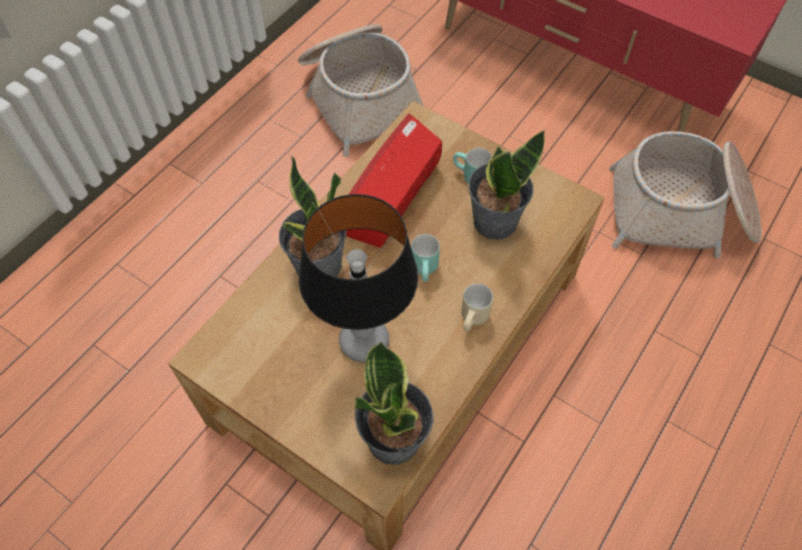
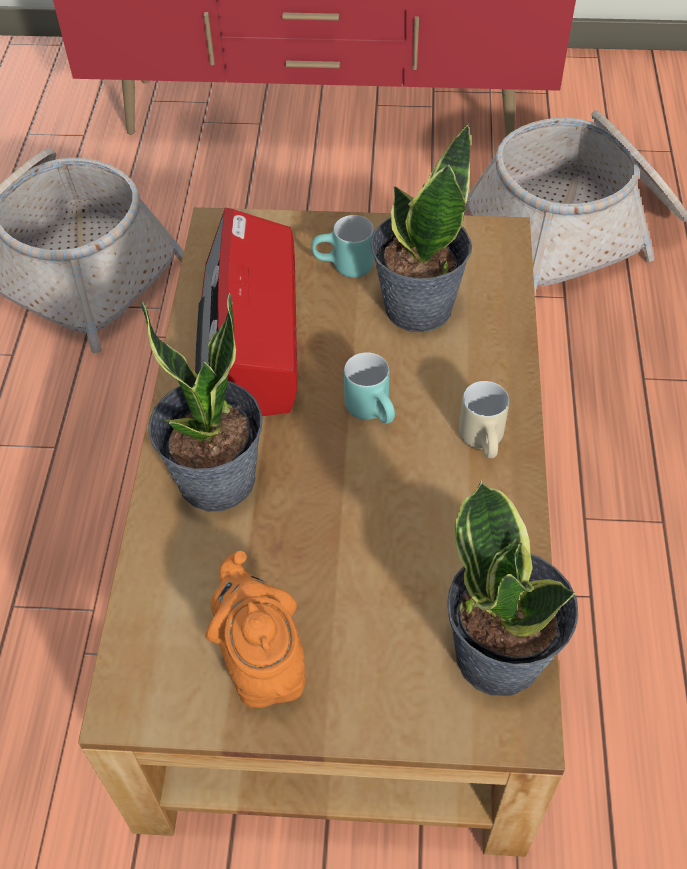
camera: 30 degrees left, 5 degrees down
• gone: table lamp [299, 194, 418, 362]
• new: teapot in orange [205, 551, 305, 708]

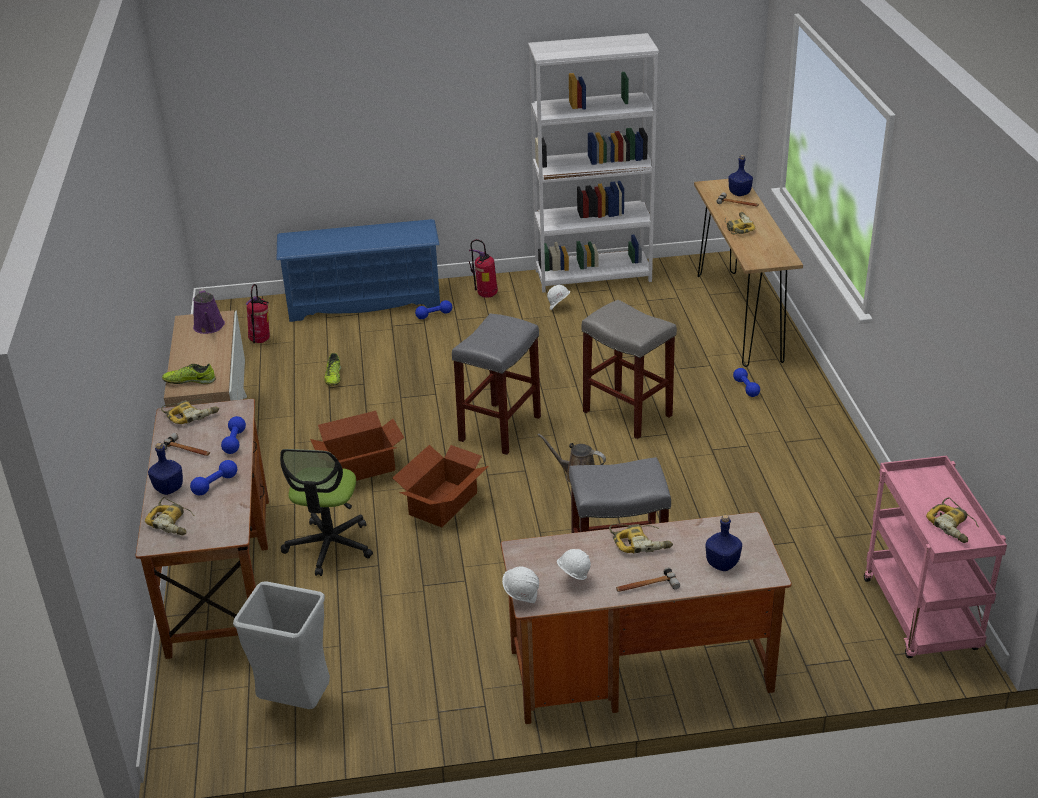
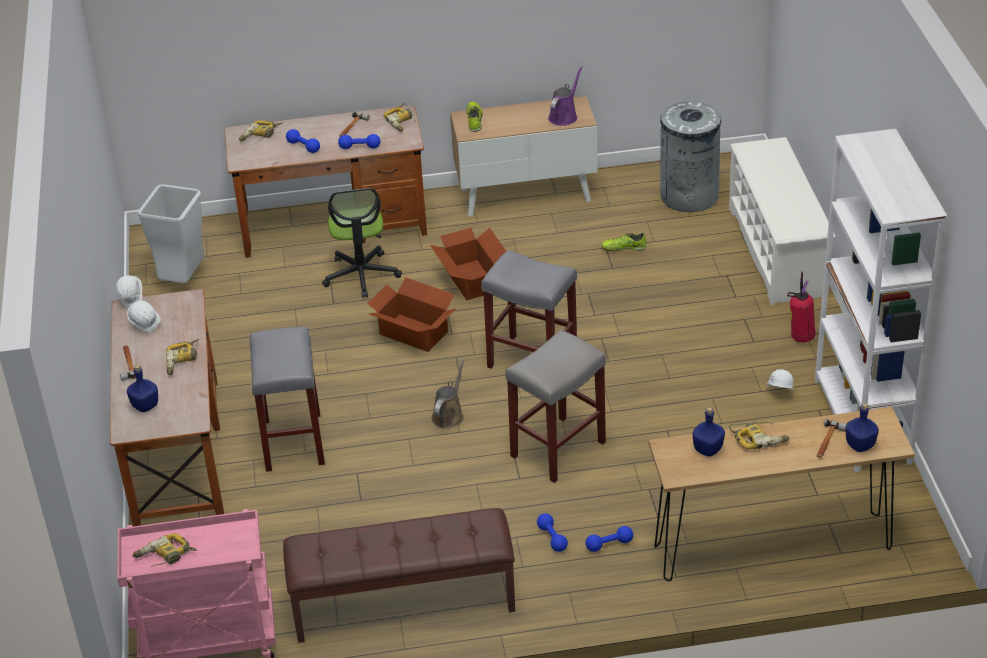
camera: 90 degrees right, 5 degrees up
• repainted: shoe rack in blue [277, 219, 440, 322] to shoe rack in white [729, 137, 835, 306]
• swapped: fire extinguisher [246, 284, 270, 343] to trash can in grey [660, 101, 721, 212]
• rotated: watering can in purple [193, 288, 225, 334] = [548, 67, 582, 126] 135 degrees clockwise
• shifted: dumbbell in blue [415, 300, 452, 319] to [537, 513, 568, 552]
• shifted: bottle in blue [148, 443, 183, 495] to [692, 407, 725, 456]
• rotated: office chair [280, 449, 373, 576] = [322, 188, 402, 298] 105 degrees counterclockwise
• new: bench in brown [283, 508, 515, 643]

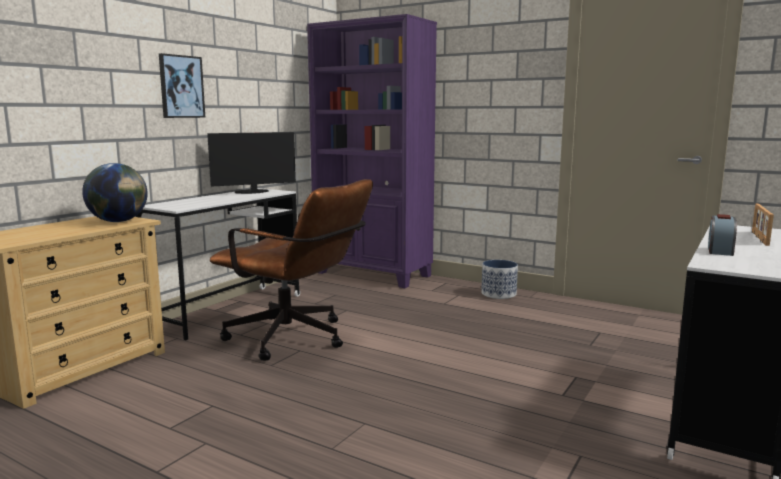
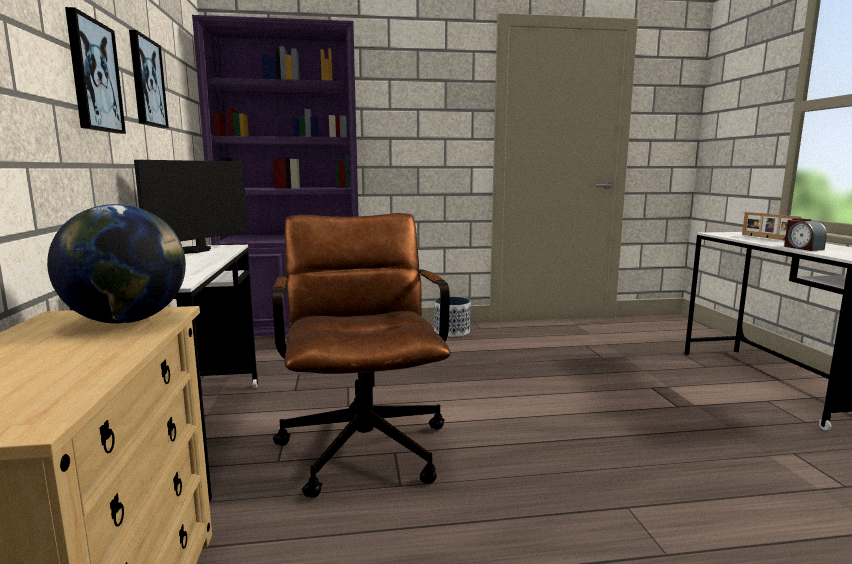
camera: 40 degrees left, 0 degrees up
• rotated: office chair in brown [210, 179, 373, 361] = [272, 213, 451, 498] 90 degrees counterclockwise
• new: picture [129, 30, 169, 128]

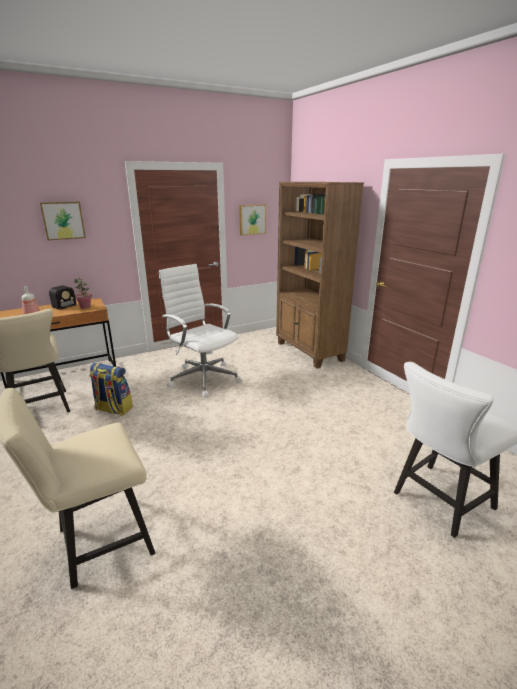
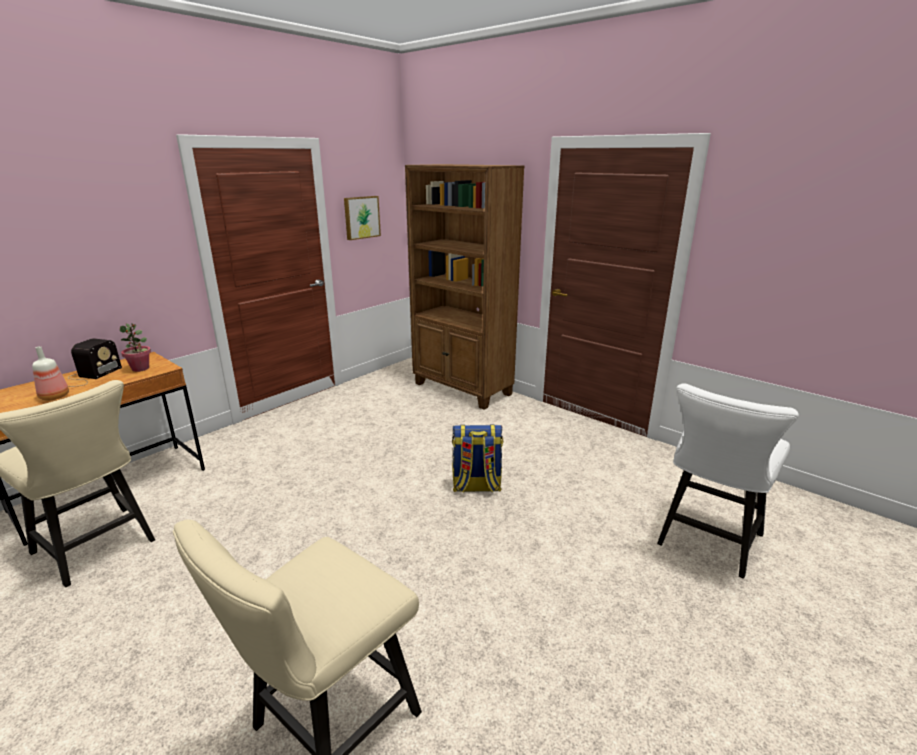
camera: 20 degrees left, 0 degrees up
• gone: picture [40, 202, 86, 240]
• gone: office chair in white [159, 264, 242, 398]
• shifted: backpack [89, 363, 133, 416] to [452, 425, 503, 493]

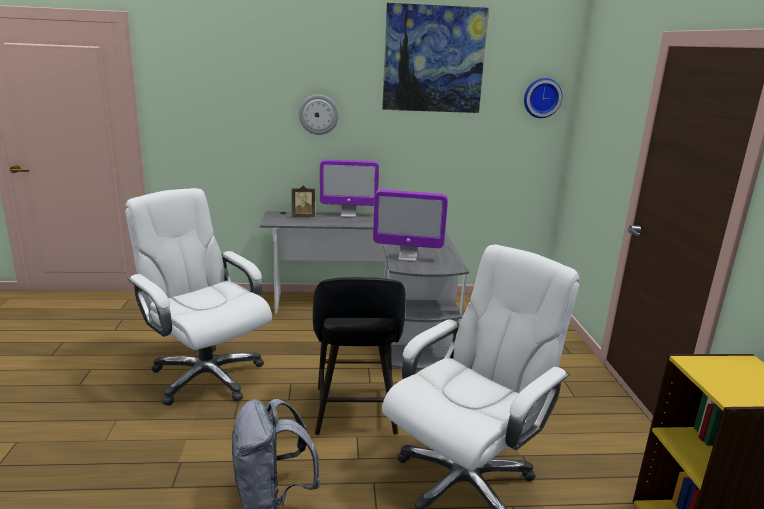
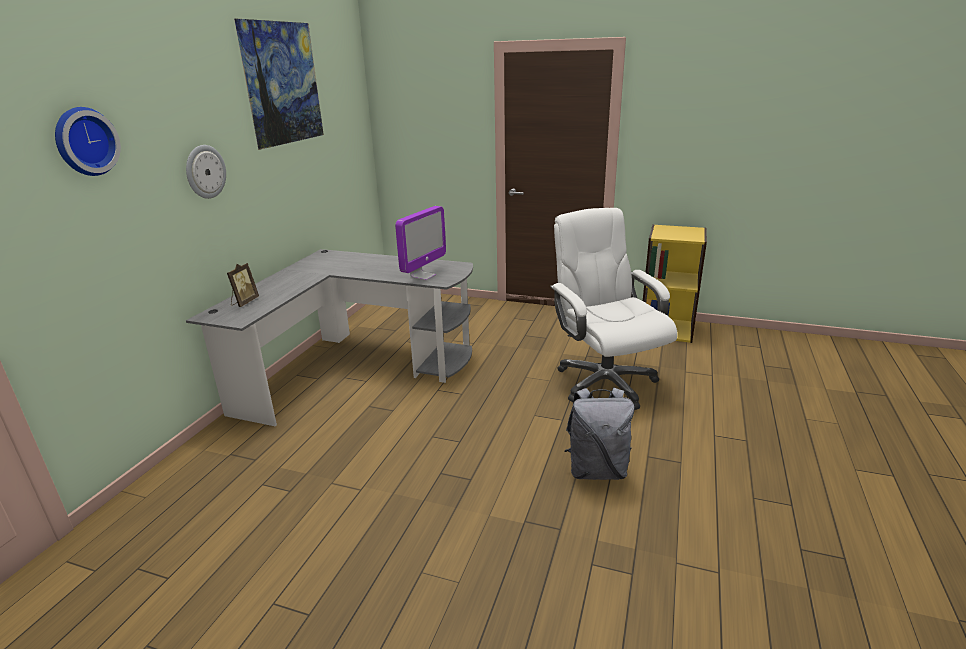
camera: 65 degrees left, 5 degrees up
• shifted: wall clock [524, 78, 562, 118] to [55, 107, 121, 176]
• gone: monitor [320, 160, 379, 217]
• gone: office chair in white [125, 188, 272, 406]
• gone: stool in black [313, 277, 406, 435]

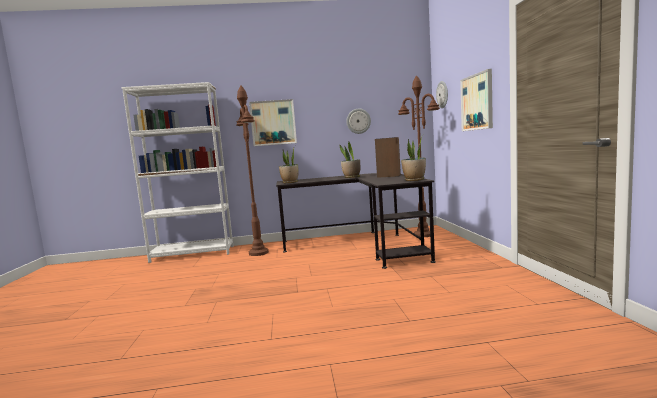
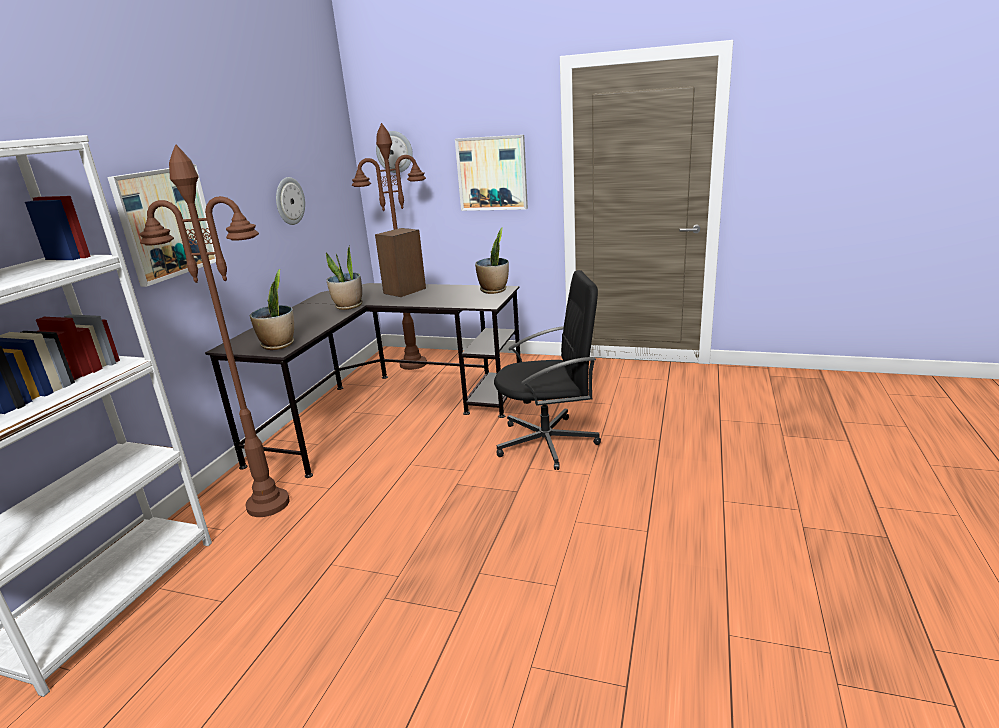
camera: 65 degrees left, 15 degrees up
• new: office chair in black [494, 270, 601, 470]

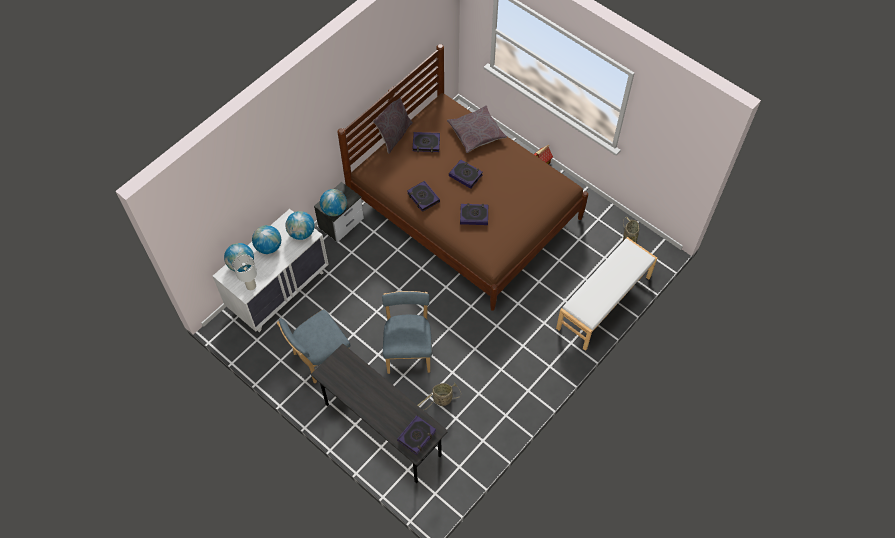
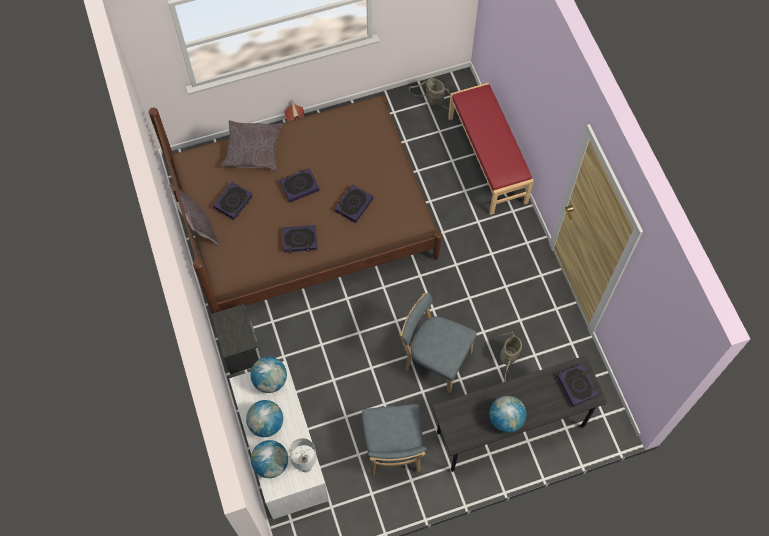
camera: 60 degrees left, 5 degrees up
• shifted: globe [320, 189, 347, 216] to [489, 396, 526, 433]
• repainted: bench in white [556, 237, 657, 351] to bench in red [448, 83, 534, 215]

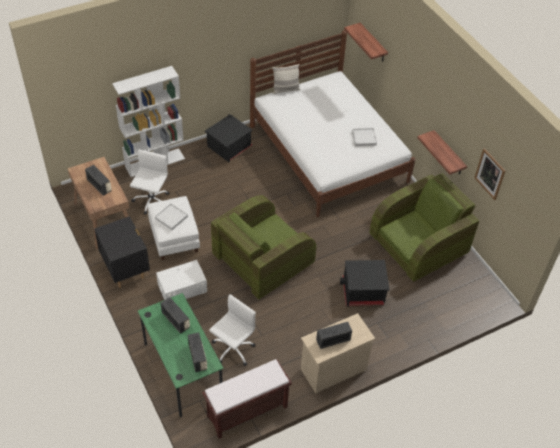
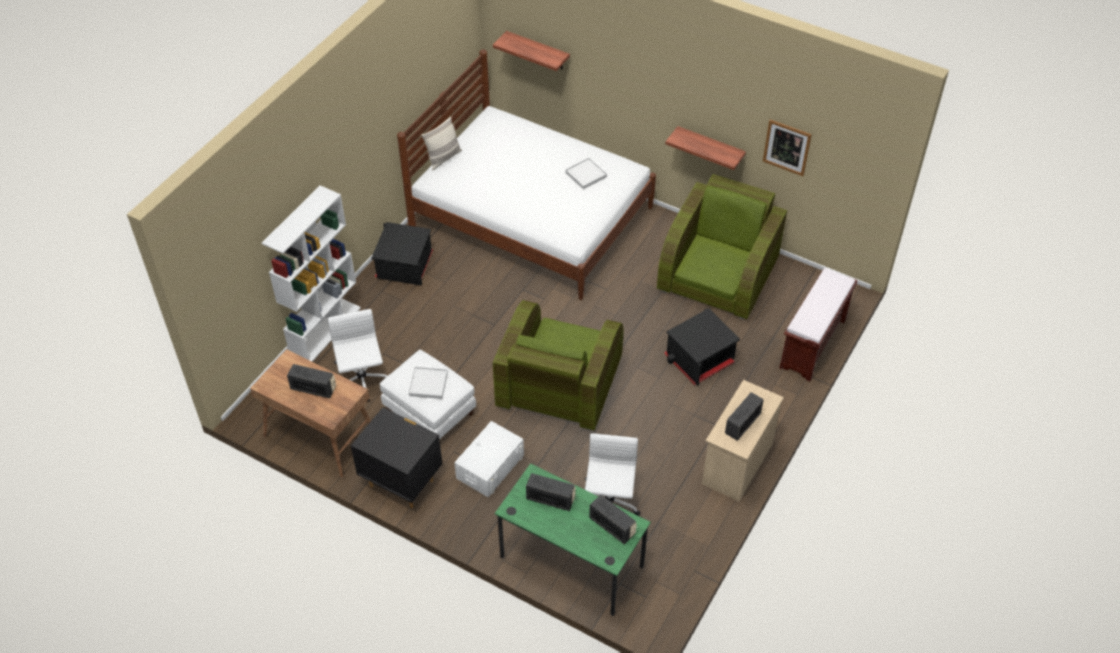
camera: 30 degrees left, 0 degrees up
• shifted: bench in brown [202, 359, 292, 439] to [779, 268, 858, 382]

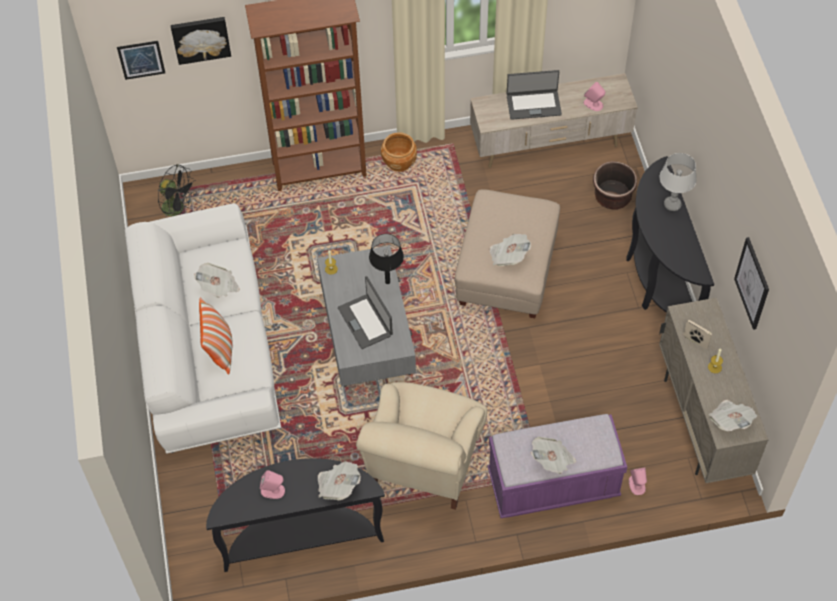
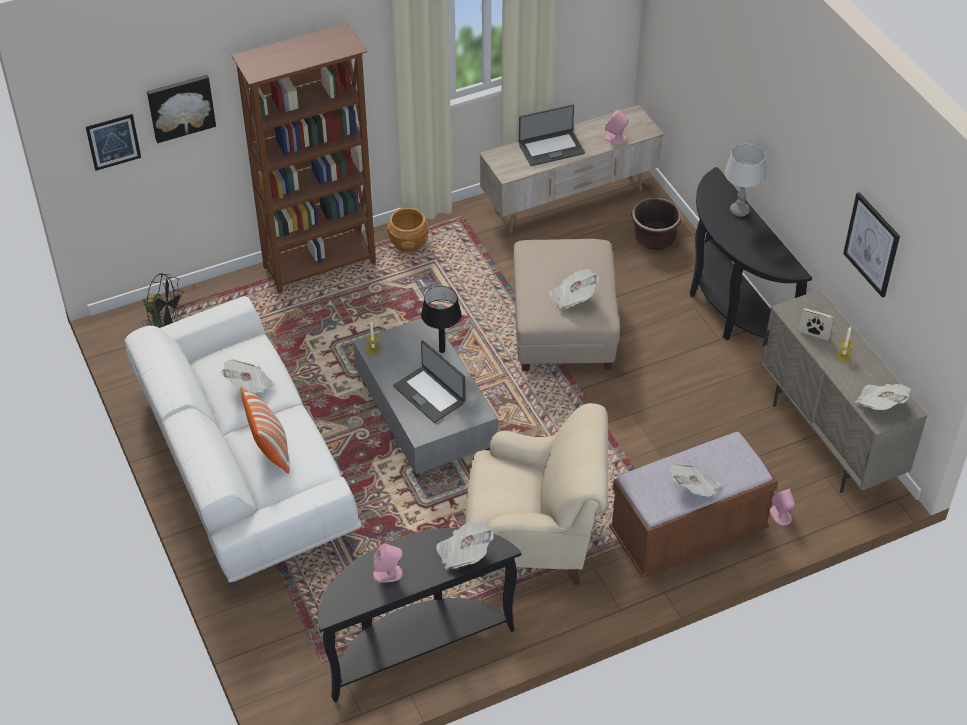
camera: 15 degrees left, 10 degrees down
• rotated: armchair in beige [356, 382, 487, 510] = [465, 403, 608, 585] 90 degrees counterclockwise
• repainted: bench in purple [488, 414, 627, 518] to bench in brown [609, 432, 778, 577]

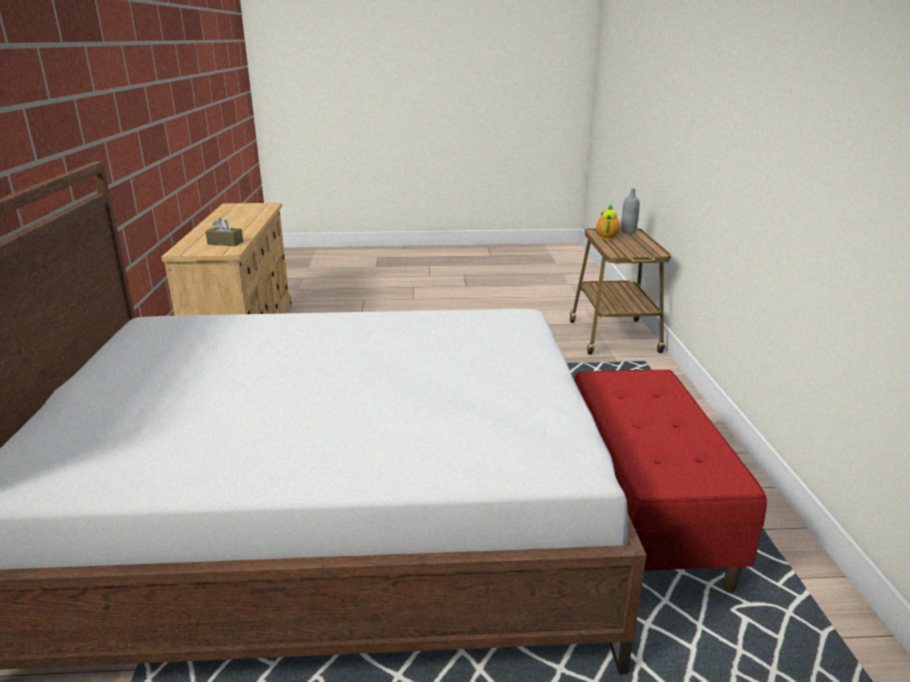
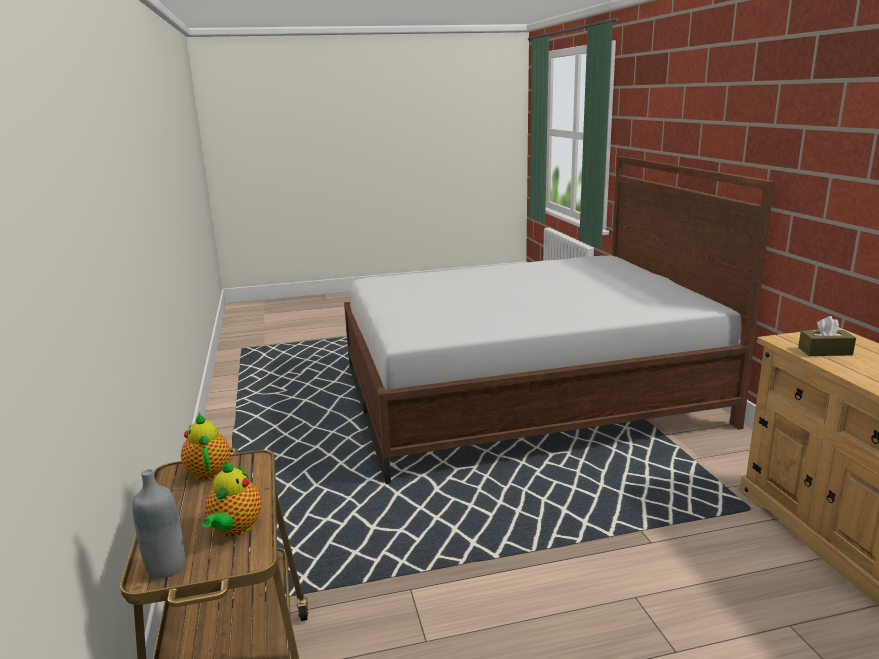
camera: 170 degrees right, 5 degrees down
• gone: bench in red [574, 370, 767, 593]
• new: teapot [181, 412, 230, 480]

